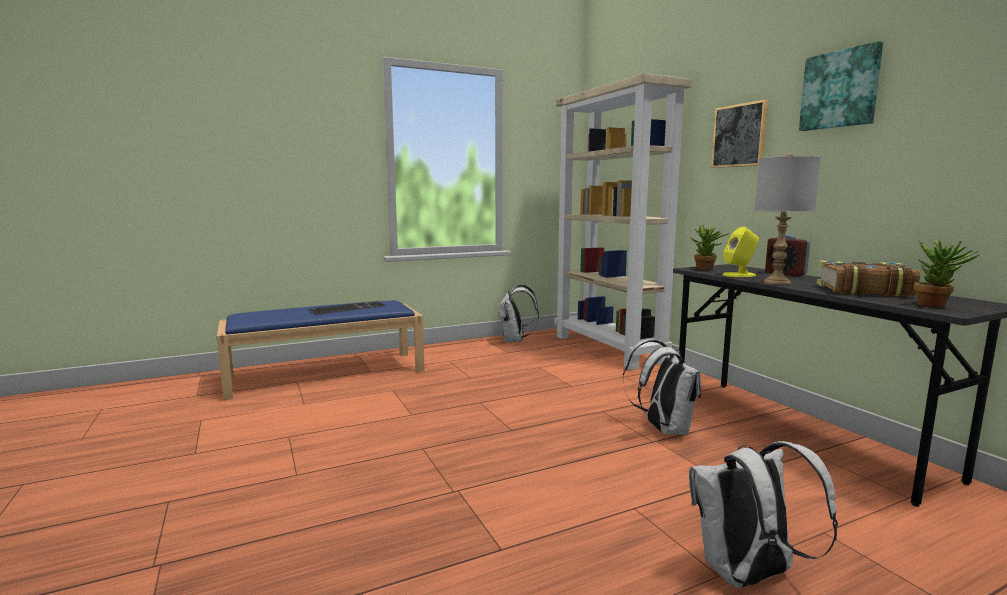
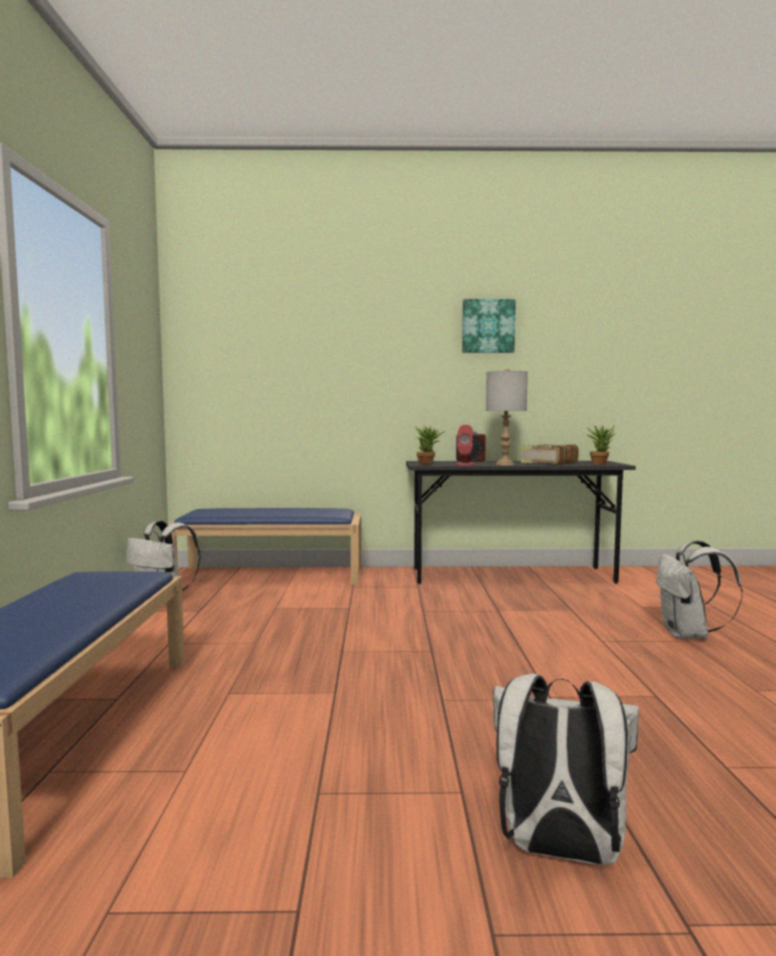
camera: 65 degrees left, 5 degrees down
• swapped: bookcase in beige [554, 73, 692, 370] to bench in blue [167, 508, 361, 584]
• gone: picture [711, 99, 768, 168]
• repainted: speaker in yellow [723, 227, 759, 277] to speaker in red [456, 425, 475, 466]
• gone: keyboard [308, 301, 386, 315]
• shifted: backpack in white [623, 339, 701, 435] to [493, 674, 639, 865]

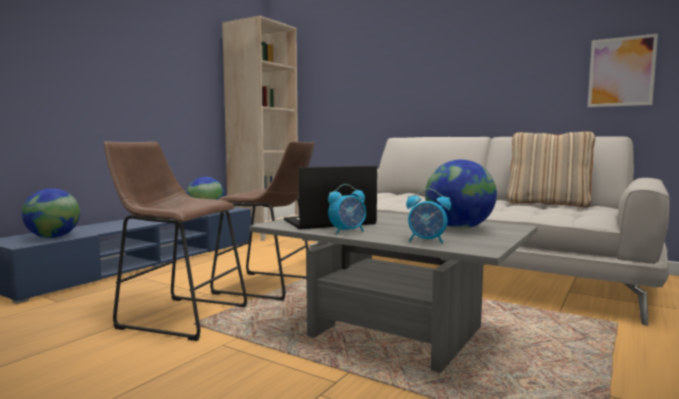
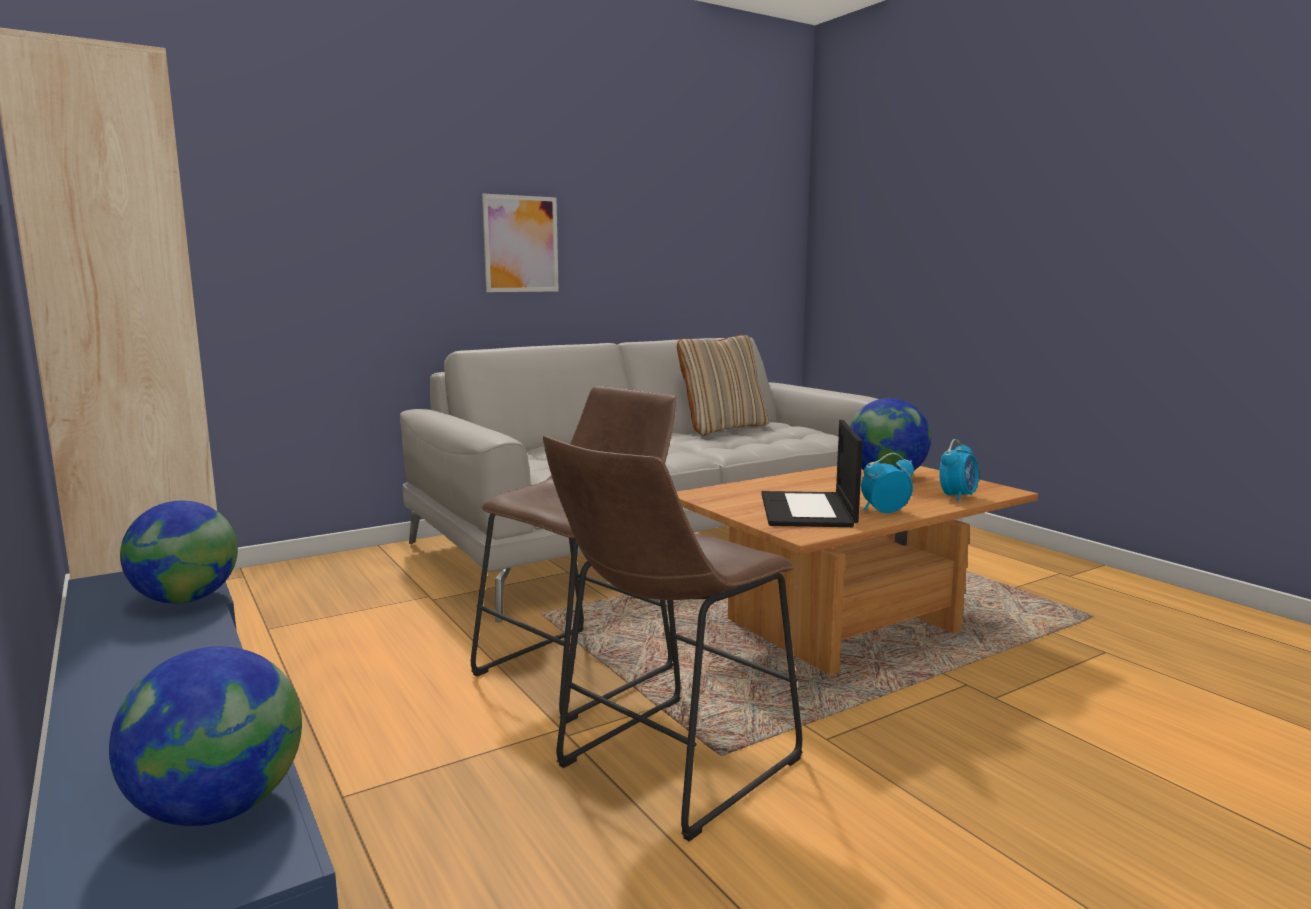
camera: 65 degrees left, 5 degrees up
• shifted: picture [588, 34, 658, 107] to [482, 194, 559, 292]
• rotated: alarm clock [328, 184, 366, 234] = [861, 453, 914, 513] 105 degrees counterclockwise
• repainted: coffee table in grey [249, 212, 537, 373] to coffee table in brown [677, 466, 1038, 675]

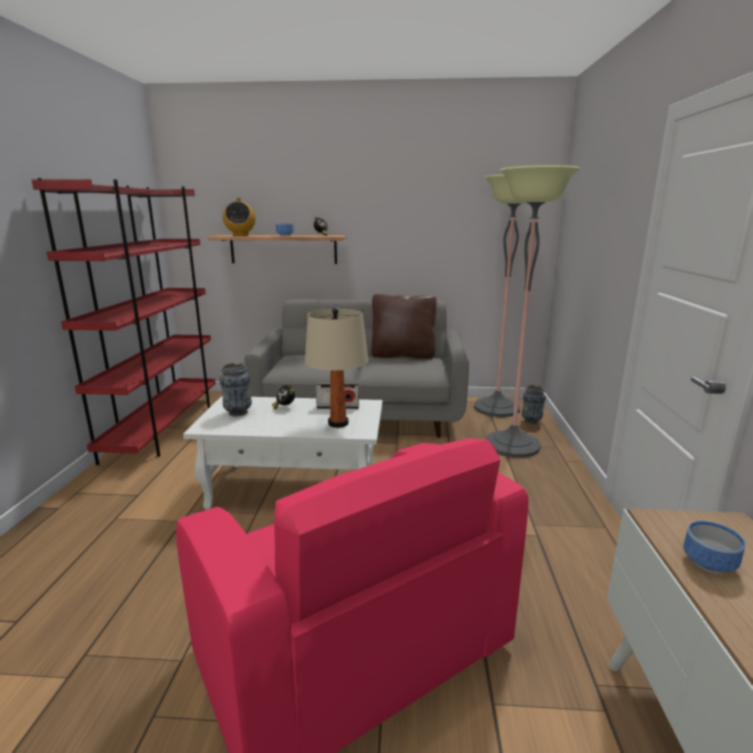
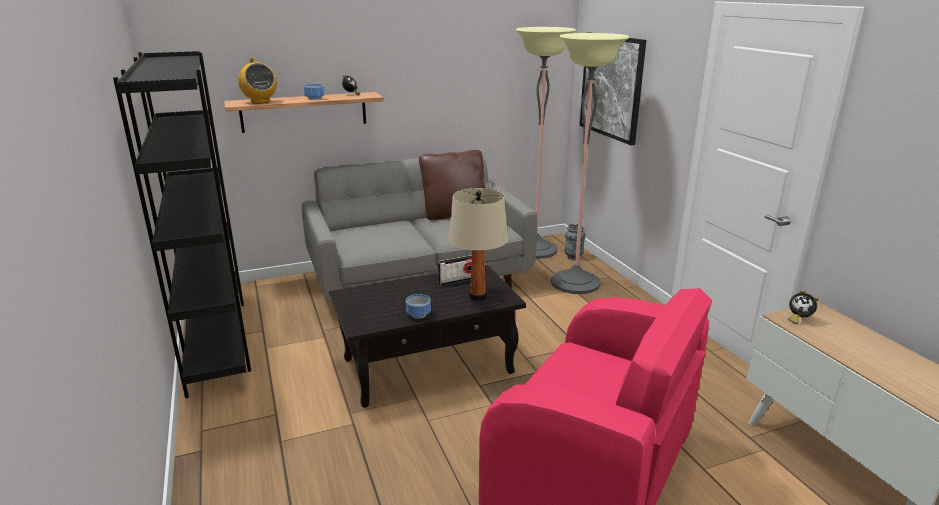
camera: 25 degrees left, 5 degrees up
• repainted: bookcase in red [32, 178, 216, 465] to bookcase in black [113, 51, 251, 398]
• gone: vase [219, 363, 252, 416]
• shifted: alarm clock [272, 383, 295, 409] to [788, 289, 819, 324]
• repainted: coffee table in white [183, 396, 382, 510] to coffee table in black [329, 265, 526, 408]
• shifted: bowl [683, 521, 745, 573] to [406, 294, 431, 319]
• new: picture [580, 38, 646, 145]

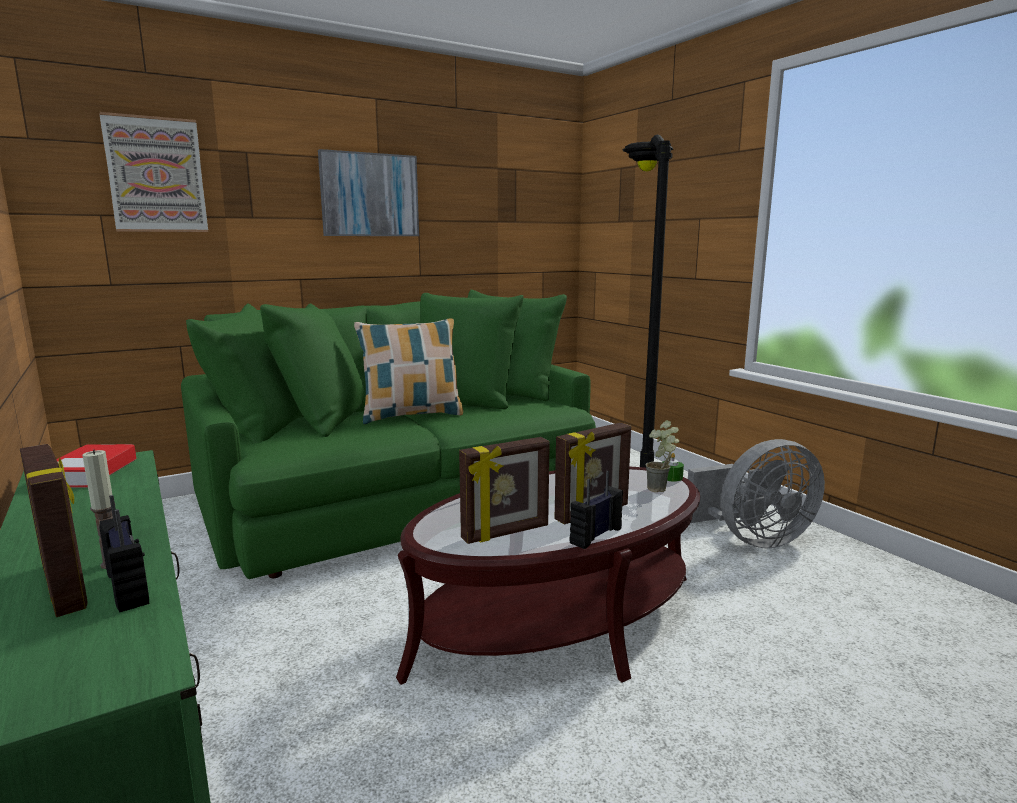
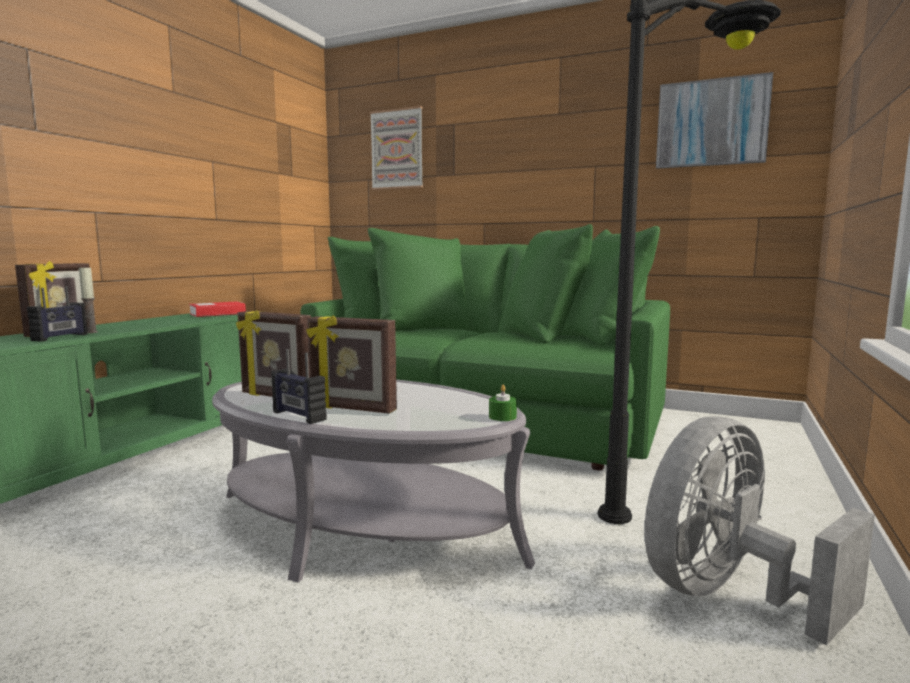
camera: 55 degrees right, 5 degrees down
• shifted: picture [318, 149, 419, 236] to [656, 72, 773, 169]
• gone: pillow [354, 318, 463, 424]
• gone: potted plant [646, 420, 679, 492]
• rotated: fan in grey [688, 439, 825, 549] = [644, 416, 875, 645] 105 degrees clockwise
• repainted: coffee table in brown [396, 467, 700, 685] to coffee table in grey [212, 380, 535, 583]
• rotated: radio [570, 471, 623, 549] = [271, 349, 327, 424] 150 degrees counterclockwise

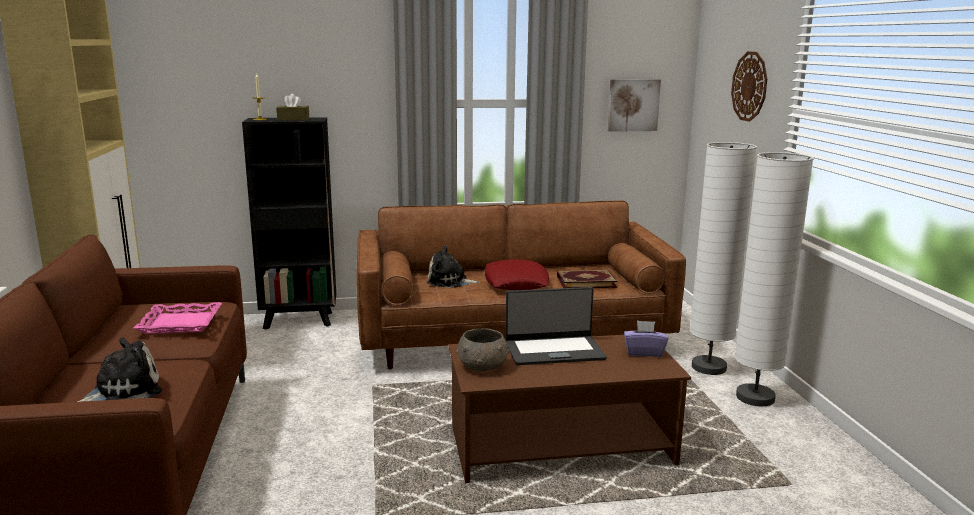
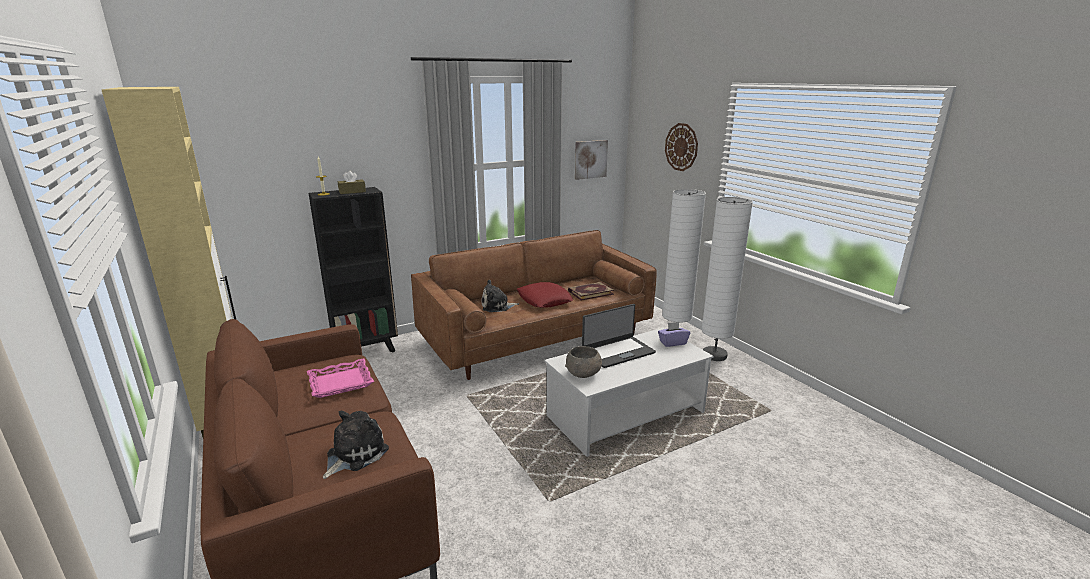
camera: 20 degrees left, 5 degrees up
• repainted: coffee table in brown [448, 335, 691, 483] to coffee table in white [544, 328, 714, 457]

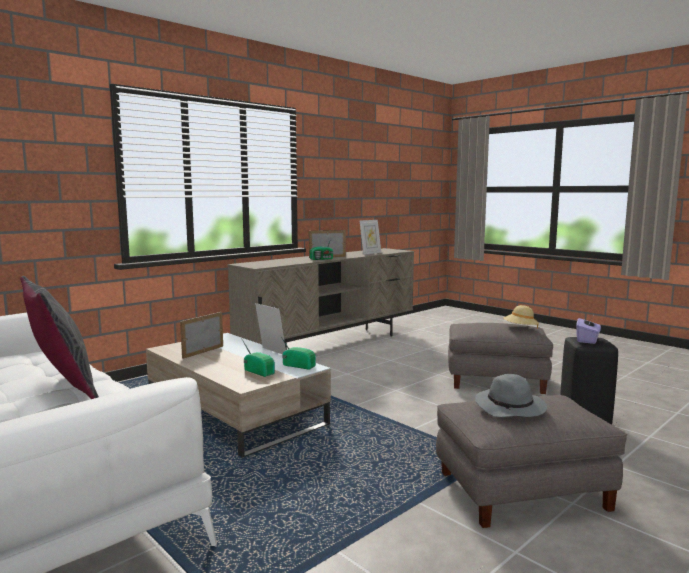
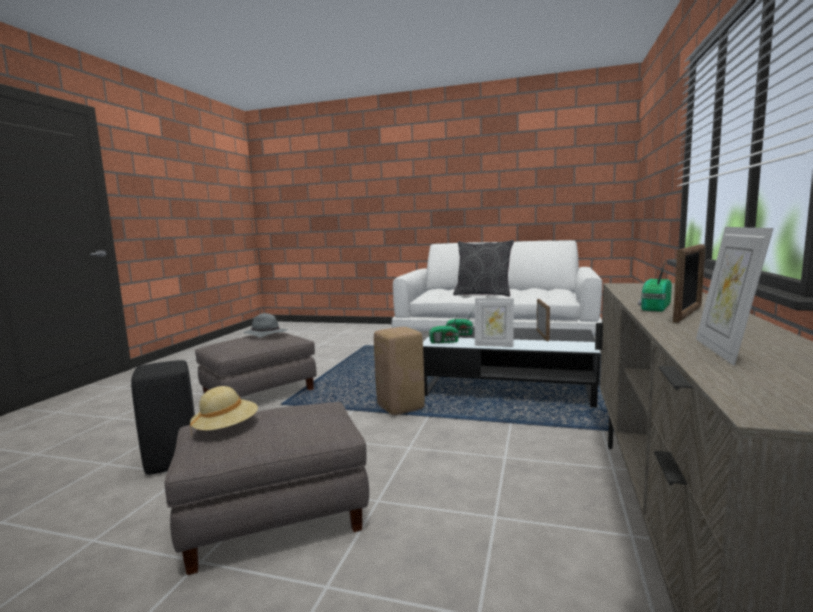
camera: 150 degrees right, 0 degrees up
• gone: tissue box in purple [576, 316, 601, 344]
• repainted: coffee table in beige [146, 333, 331, 458] to coffee table in black [423, 327, 600, 407]
• new: stool in beige [374, 327, 425, 415]

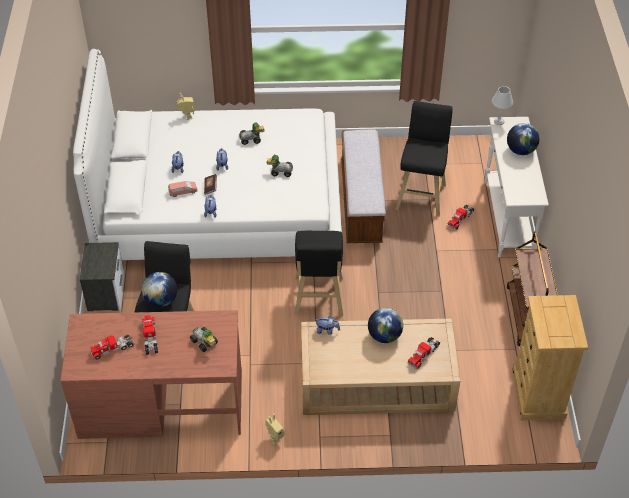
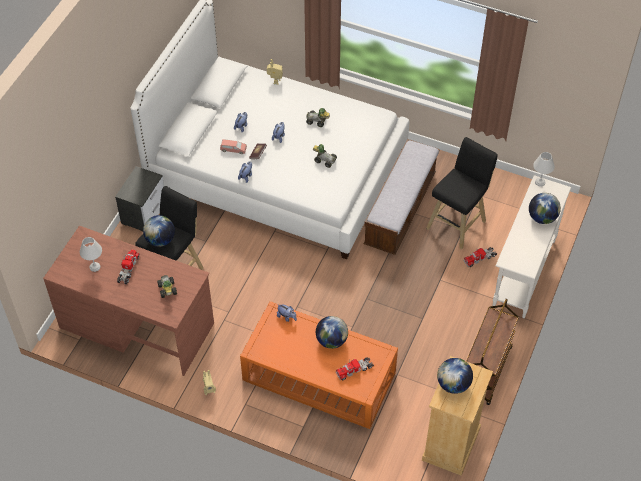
camera: 25 degrees right, 5 degrees up
• gone: stool in black [295, 231, 343, 316]
• repainted: coffee table in beige [301, 319, 461, 415] to coffee table in orange [240, 301, 398, 429]
• swapped: toy truck [90, 335, 134, 359] to table lamp in white [80, 237, 102, 272]
• new: globe [437, 358, 473, 394]

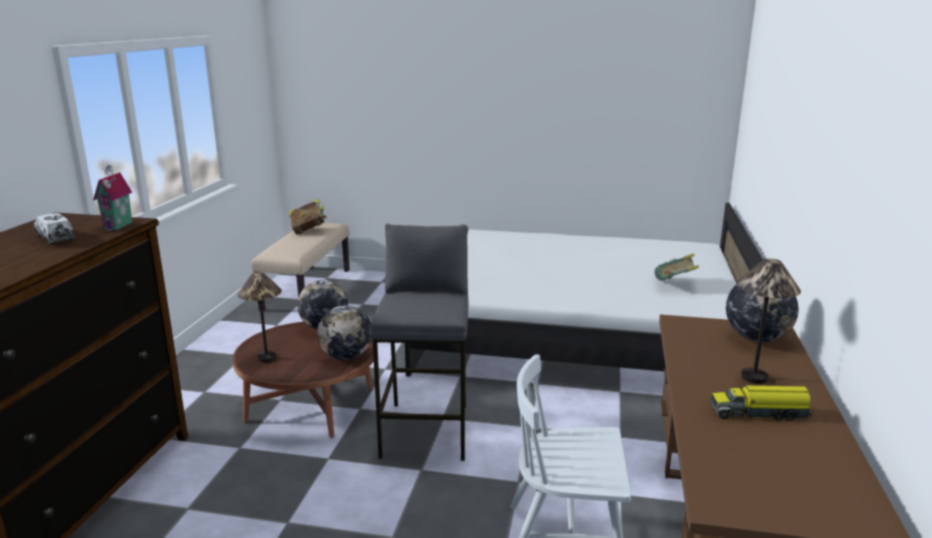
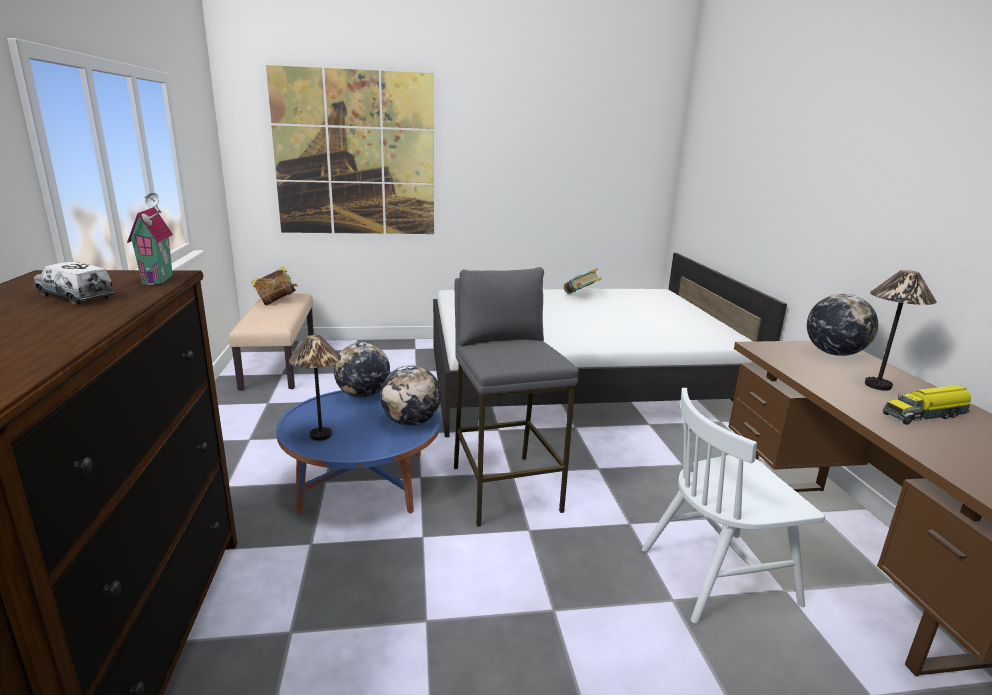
camera: 20 degrees left, 0 degrees up
• shifted: book [654, 253, 699, 280] to [564, 268, 602, 294]
• repainted: coffee table in brown [232, 322, 374, 438] to coffee table in blue [276, 390, 441, 514]
• new: picture [266, 65, 434, 234]

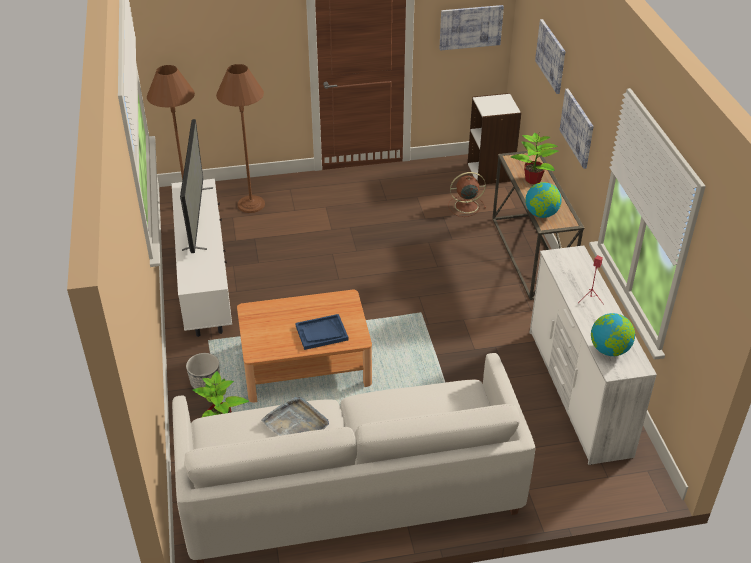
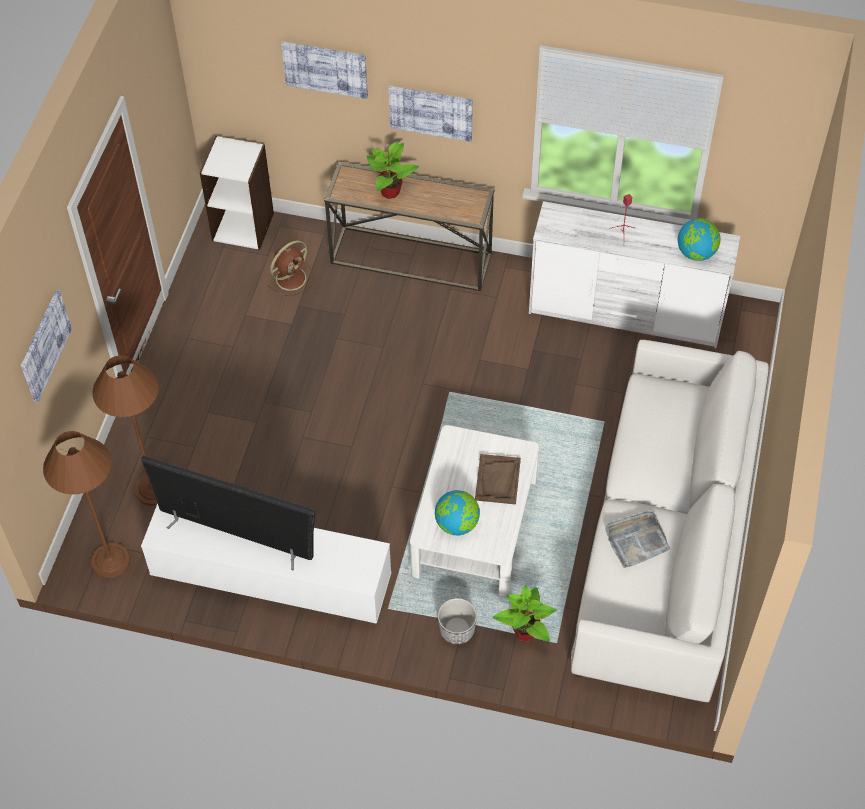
camera: 65 degrees left, 15 degrees up
• shifted: picture [439, 5, 504, 50] to [21, 290, 72, 403]
• rotated: fan in brown [449, 172, 486, 217] = [267, 240, 314, 296] 150 degrees counterclockwise
• shifted: globe [525, 182, 562, 218] to [435, 490, 480, 535]
• repainted: coffee table in brown [237, 290, 372, 402] to coffee table in white [410, 425, 539, 596]
• repainted: tray in blue [295, 314, 348, 350] to tray in brown [475, 454, 521, 505]

